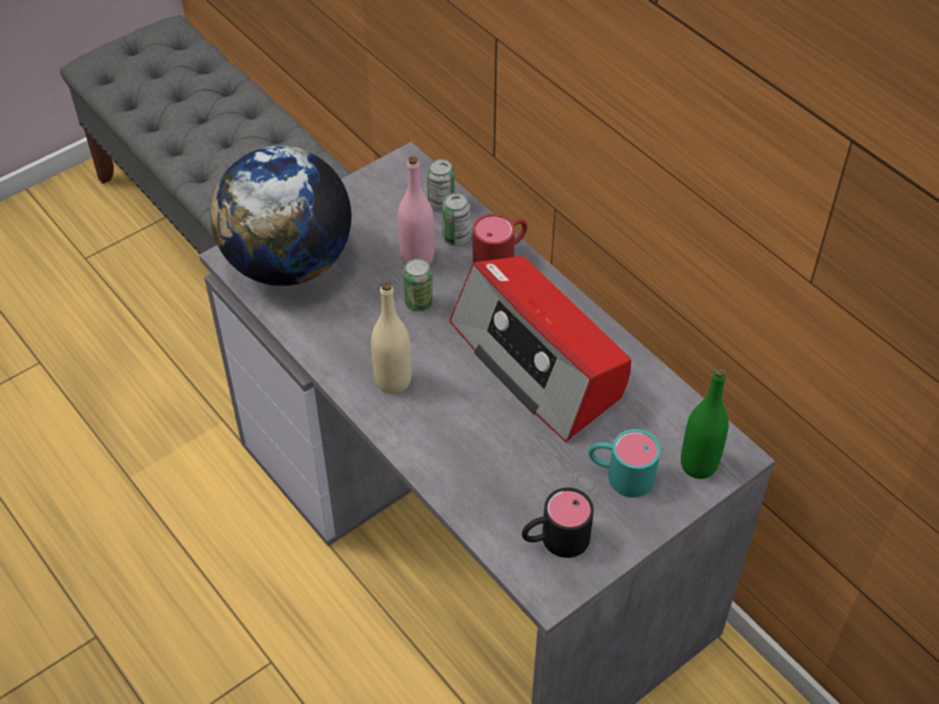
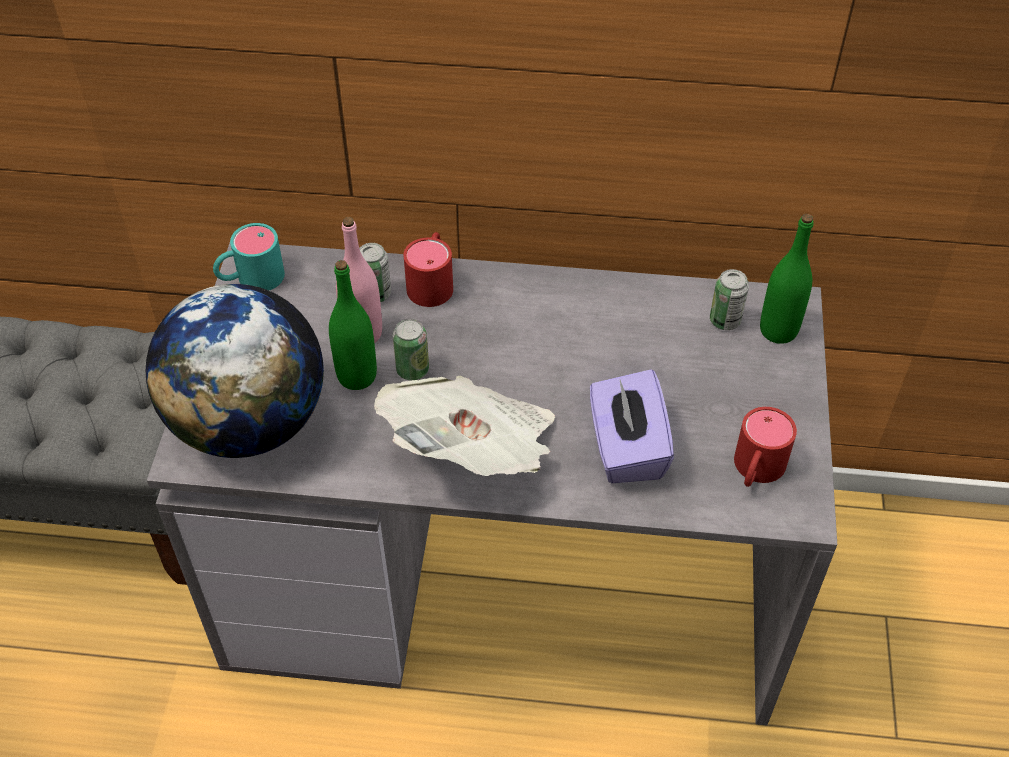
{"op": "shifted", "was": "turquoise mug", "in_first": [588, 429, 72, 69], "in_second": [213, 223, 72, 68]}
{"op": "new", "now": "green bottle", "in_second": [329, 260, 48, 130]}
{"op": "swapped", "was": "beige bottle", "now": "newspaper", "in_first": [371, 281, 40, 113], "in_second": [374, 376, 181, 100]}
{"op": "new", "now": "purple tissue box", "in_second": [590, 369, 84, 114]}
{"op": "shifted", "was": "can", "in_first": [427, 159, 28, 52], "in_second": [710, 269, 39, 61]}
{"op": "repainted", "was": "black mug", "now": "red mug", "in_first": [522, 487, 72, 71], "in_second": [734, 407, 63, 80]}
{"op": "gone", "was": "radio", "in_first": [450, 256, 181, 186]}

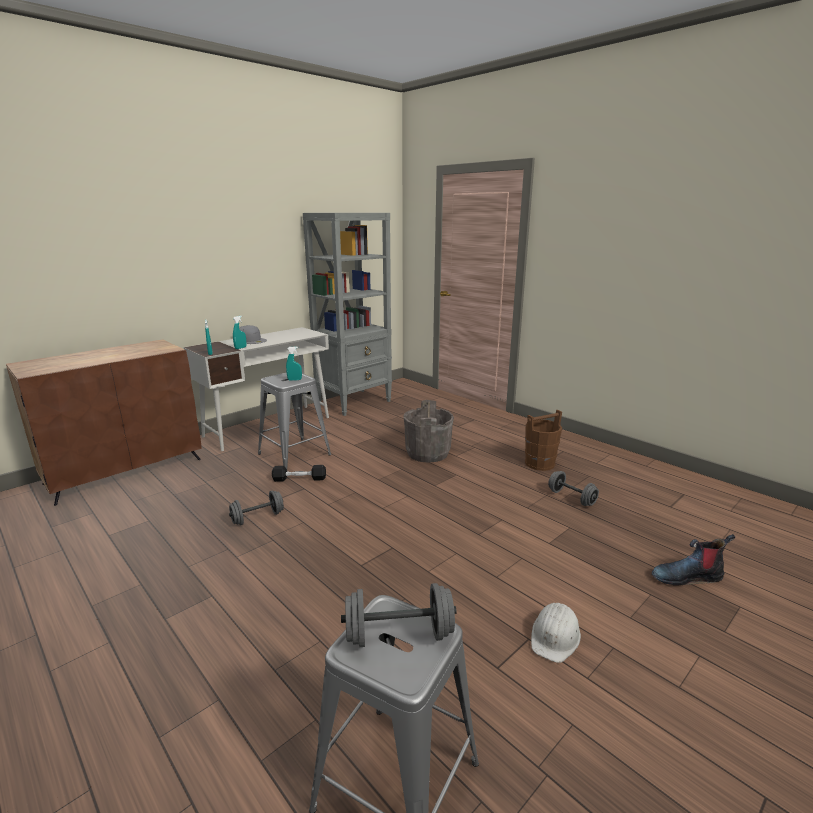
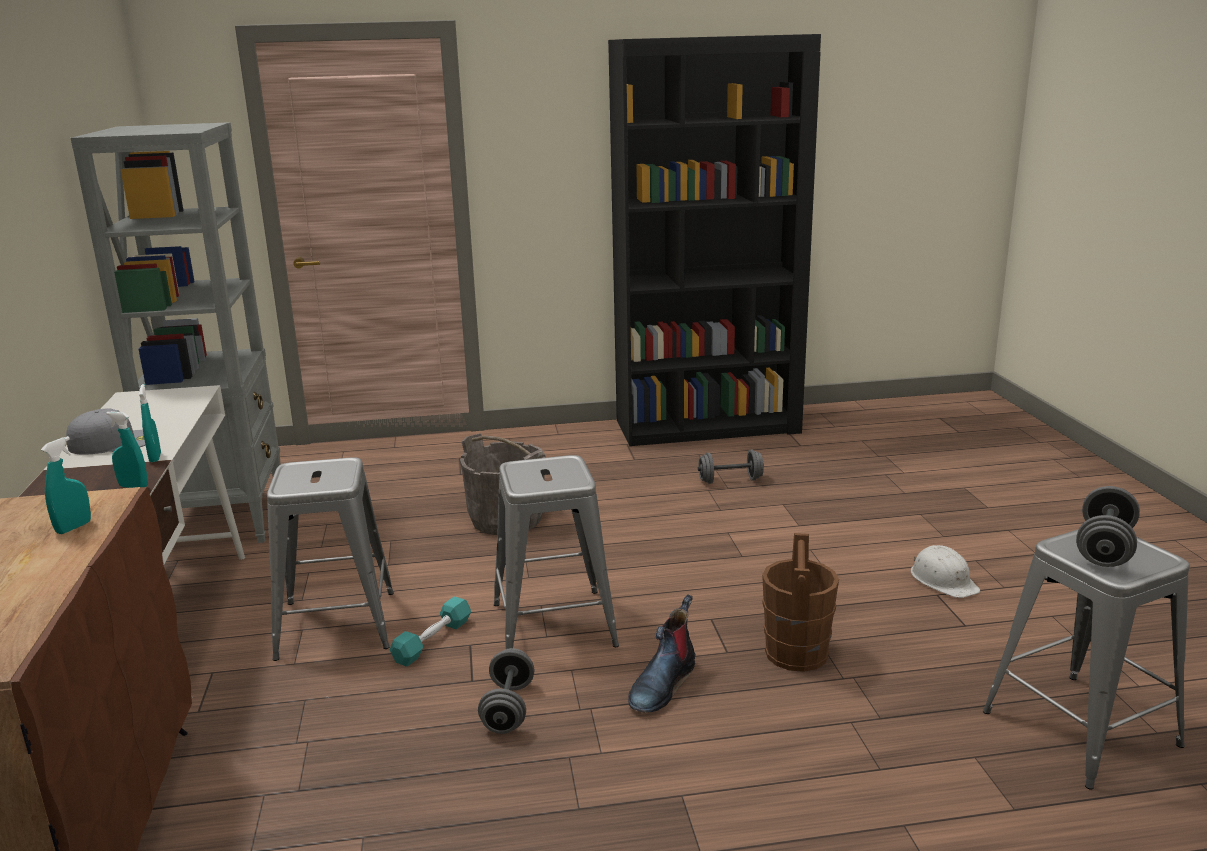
{"op": "shifted", "was": "turquoise spray bottle", "in_first": [286, 347, 16, 34], "in_second": [41, 436, 50, 98]}
{"op": "repainted", "was": "black dumbbell", "now": "turquoise dumbbell", "in_first": [272, 465, 54, 17], "in_second": [390, 596, 81, 71]}
{"op": "new", "now": "grey stool", "in_second": [494, 455, 125, 194]}
{"op": "new", "now": "black bookcase", "in_second": [608, 34, 213, 412]}
{"op": "shifted", "was": "boot", "in_first": [652, 534, 83, 52], "in_second": [628, 595, 68, 117]}
{"op": "shifted", "was": "brown bucket", "in_first": [525, 410, 37, 61], "in_second": [762, 533, 77, 139]}

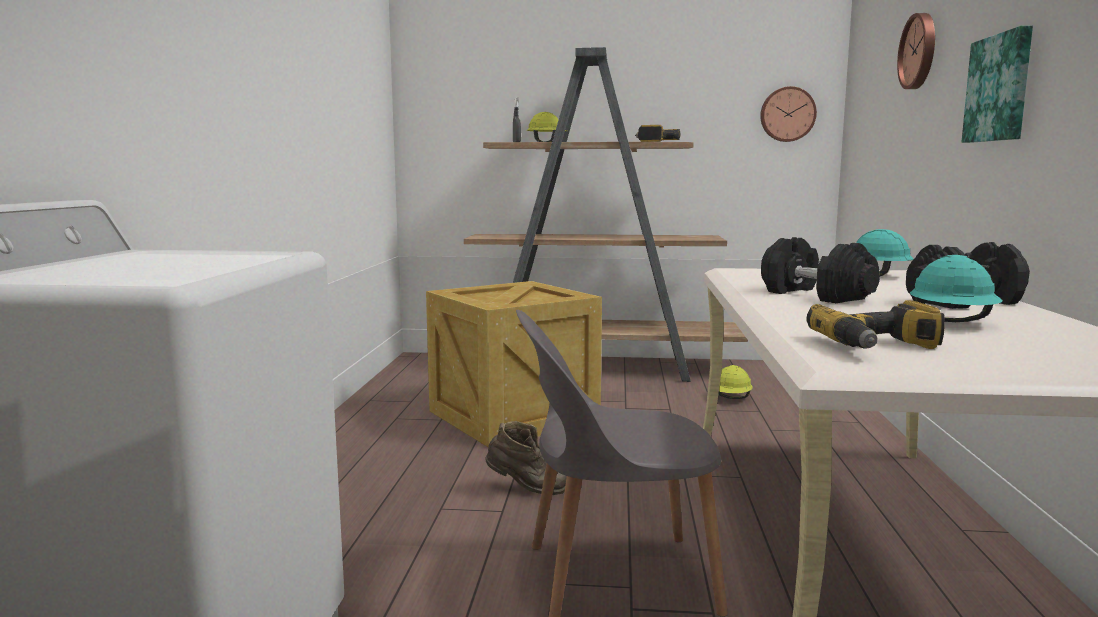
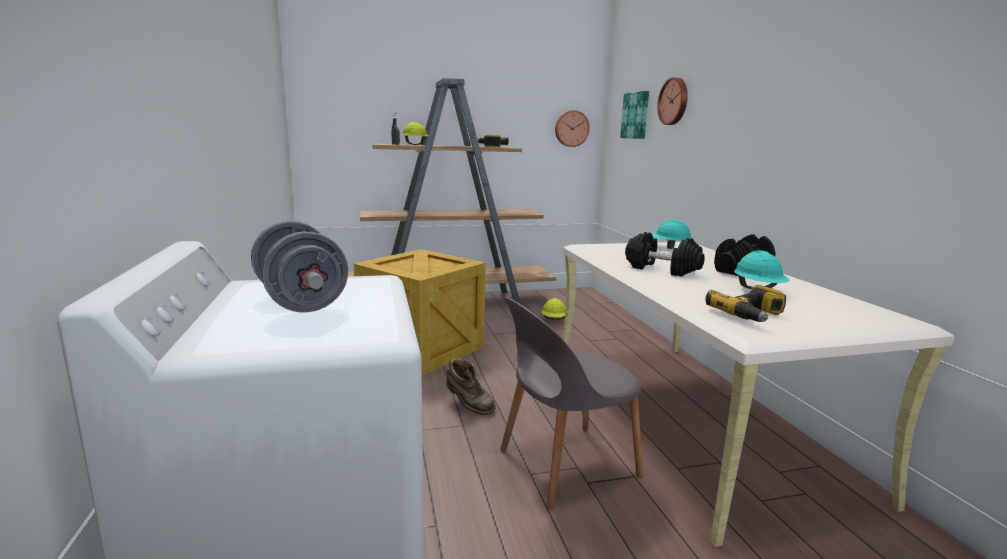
{"op": "new", "now": "grey dumbbell", "in_second": [251, 221, 97, 92]}
{"op": "rotated", "was": "brown boot", "in_first": [485, 421, 82, 74], "in_second": [446, 358, 50, 57], "clockwise": 45}
{"op": "shifted", "was": "picture", "in_first": [962, 25, 71, 118], "in_second": [620, 91, 29, 48]}

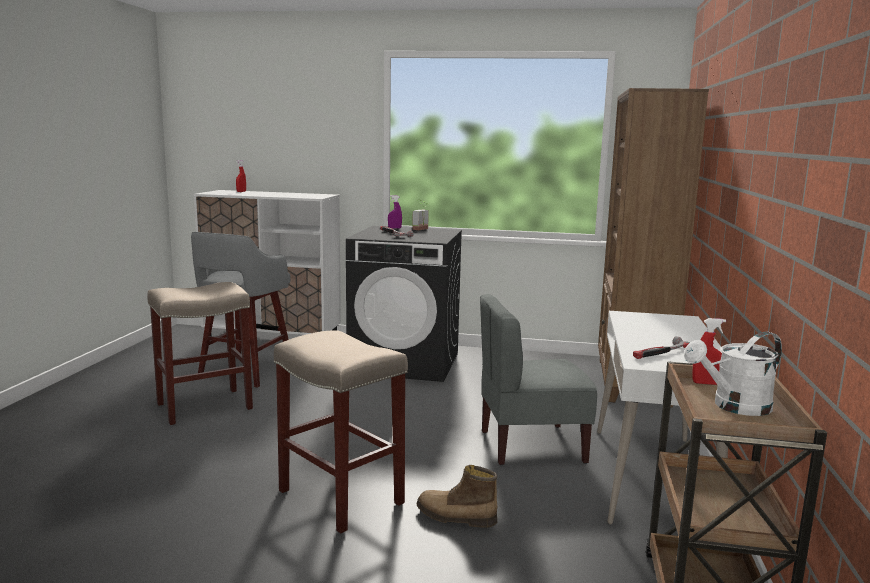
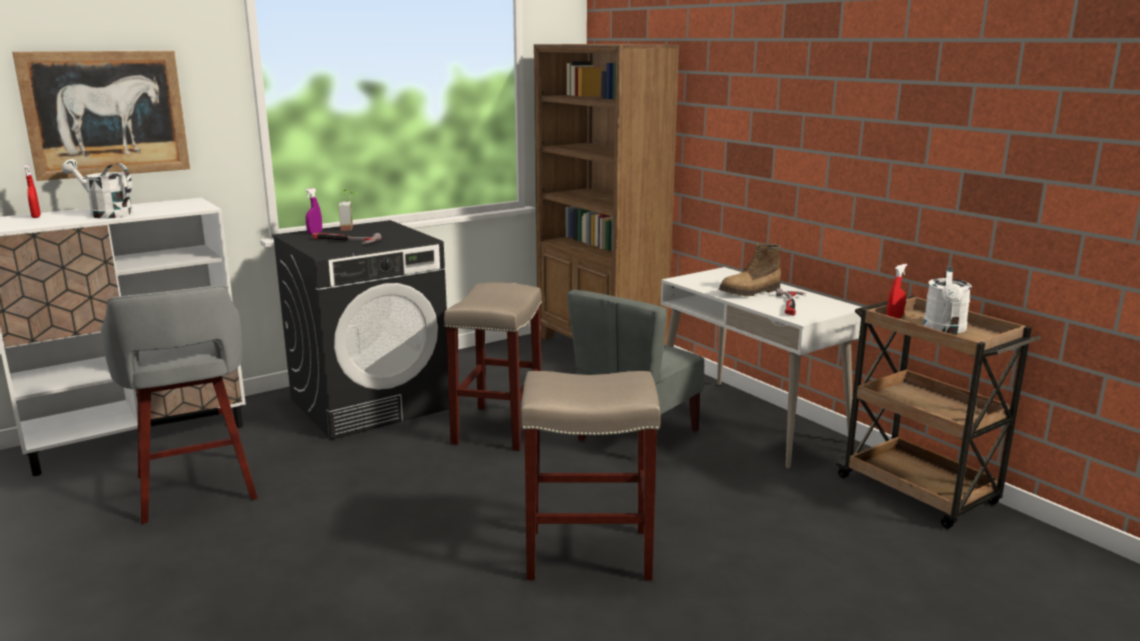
{"op": "new", "now": "picture", "in_second": [12, 51, 178, 130]}
{"op": "new", "now": "white watering can", "in_second": [62, 159, 71, 59]}
{"op": "shifted", "was": "beige stool", "in_first": [147, 282, 106, 143], "in_second": [444, 282, 98, 169]}
{"op": "shifted", "was": "boot", "in_first": [416, 465, 81, 63], "in_second": [719, 243, 62, 53]}

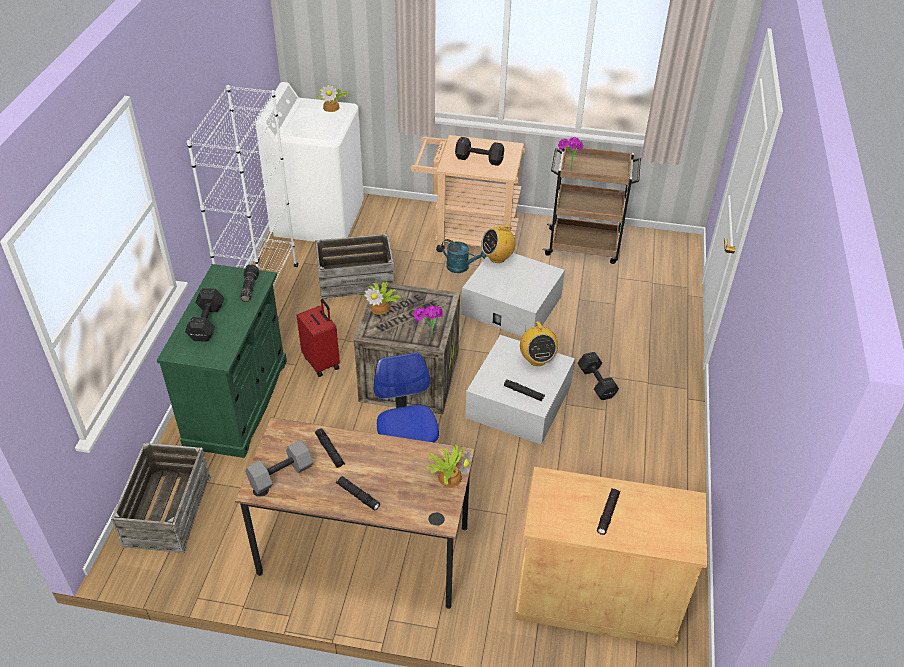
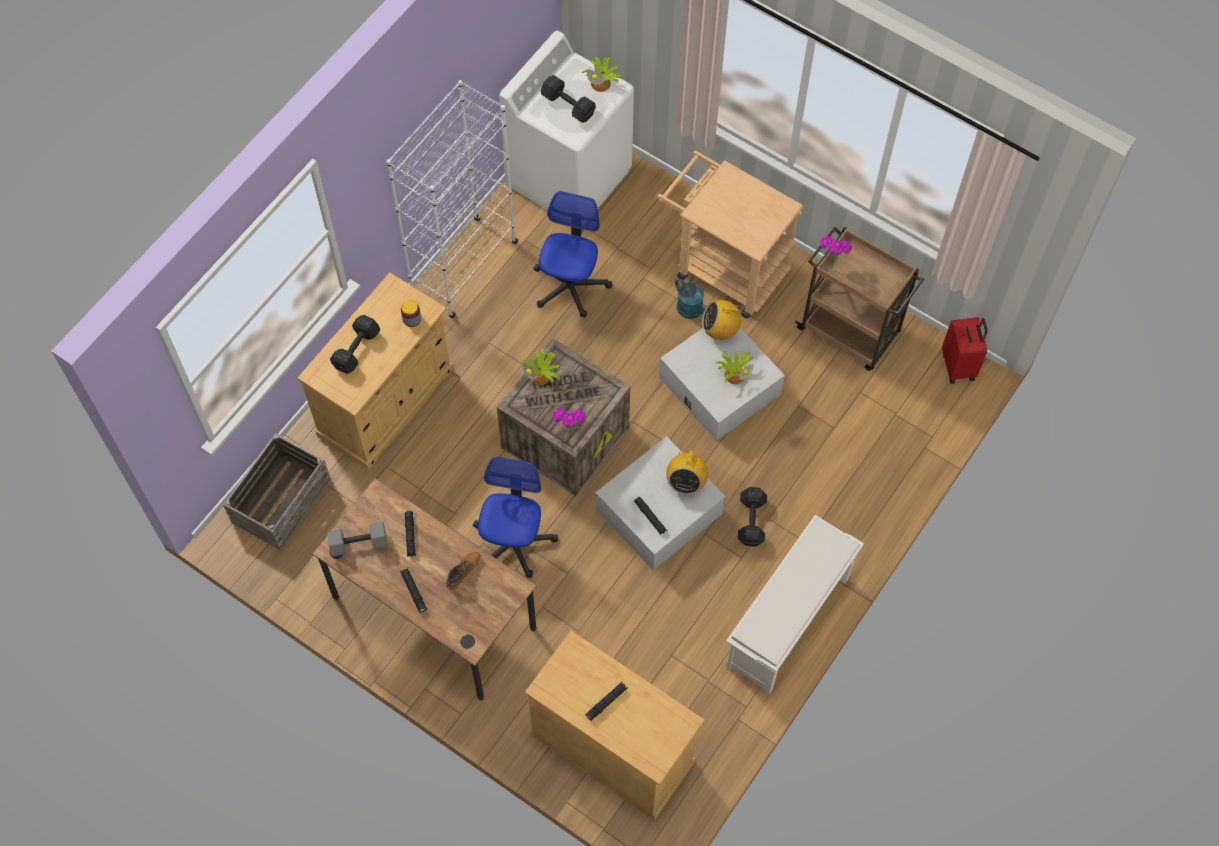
{"op": "repainted", "was": "green cabinet", "now": "beige cabinet", "in_first": [157, 264, 130, 194], "in_second": [297, 273, 156, 197]}
{"op": "swapped", "was": "flashlight", "now": "jar", "in_first": [240, 264, 19, 38], "in_second": [401, 300, 20, 27]}
{"op": "new", "now": "boot", "in_second": [446, 551, 35, 39]}
{"op": "swapped", "was": "crate", "now": "office chair", "in_first": [315, 234, 80, 66], "in_second": [534, 191, 78, 126]}
{"op": "shifted", "was": "black dumbbell", "in_first": [455, 137, 49, 29], "in_second": [541, 75, 55, 48]}
{"op": "shifted", "was": "potted plant", "in_first": [425, 445, 47, 42], "in_second": [716, 351, 38, 33]}
{"op": "new", "now": "white shoe rack", "in_second": [726, 515, 138, 180]}
{"op": "shifted", "was": "red suitcase", "in_first": [296, 299, 44, 78], "in_second": [942, 317, 46, 67]}

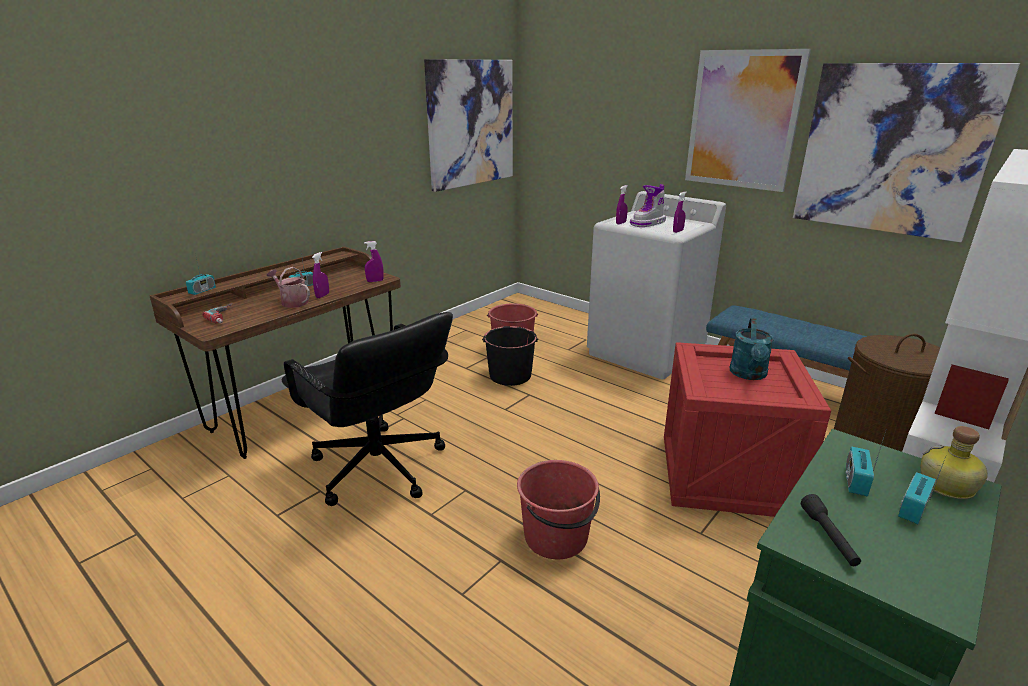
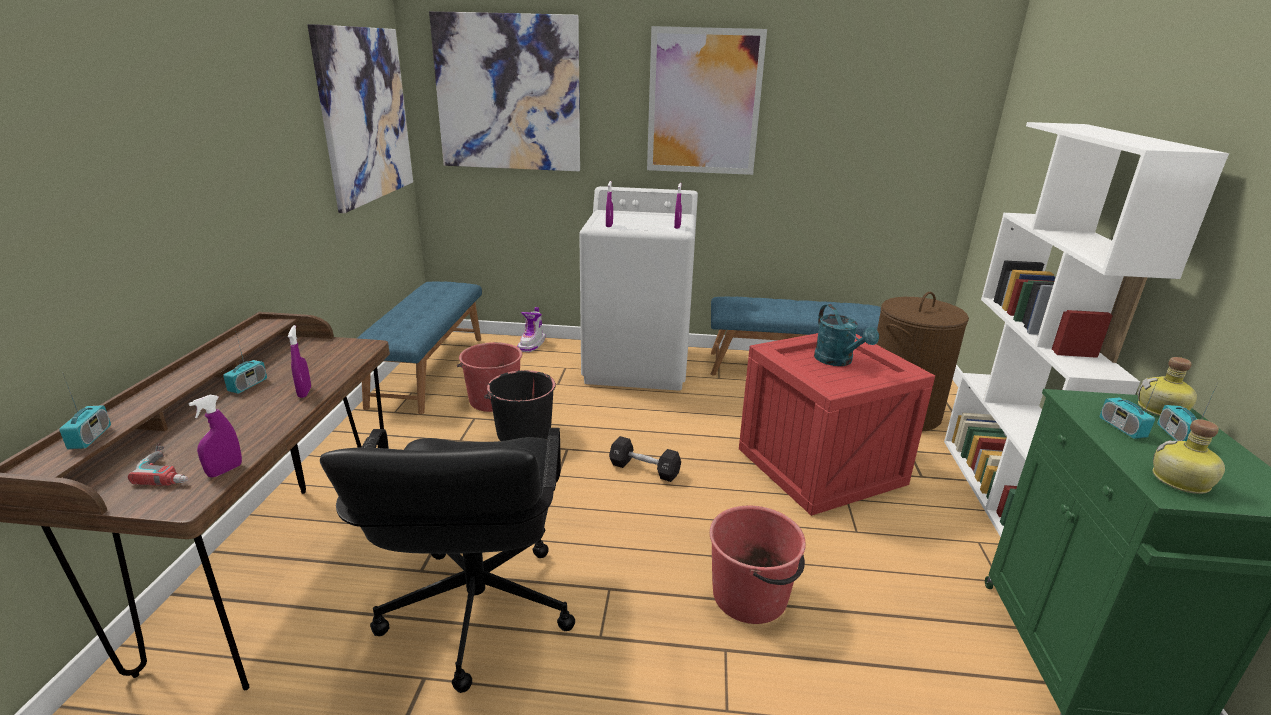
{"op": "shifted", "was": "purple spray bottle", "in_first": [364, 241, 20, 41], "in_second": [188, 395, 54, 82]}
{"op": "rotated", "was": "black office chair", "in_first": [282, 312, 171, 194], "in_second": [320, 428, 255, 265], "clockwise": 75}
{"op": "new", "now": "blue bench", "in_second": [357, 281, 125, 133]}
{"op": "shifted", "was": "picture", "in_first": [793, 63, 227, 179], "in_second": [429, 11, 151, 160]}
{"op": "shifted", "was": "boot", "in_first": [630, 184, 36, 43], "in_second": [517, 307, 28, 45]}
{"op": "new", "now": "black dumbbell", "in_second": [609, 436, 72, 46]}
{"op": "swapped", "was": "black flashlight", "now": "bottle", "in_first": [801, 494, 60, 72], "in_second": [1153, 419, 72, 75]}
{"op": "gone", "was": "watering can", "in_first": [267, 267, 43, 41]}

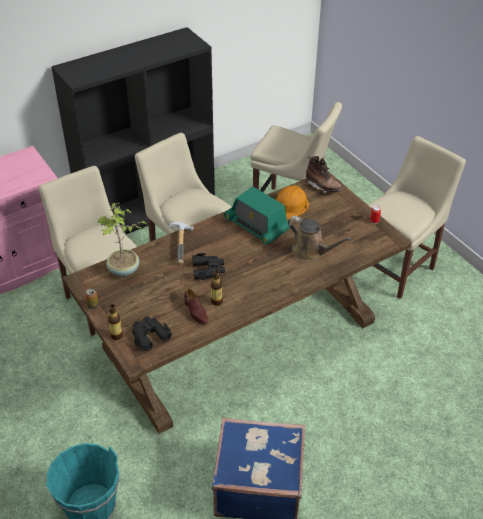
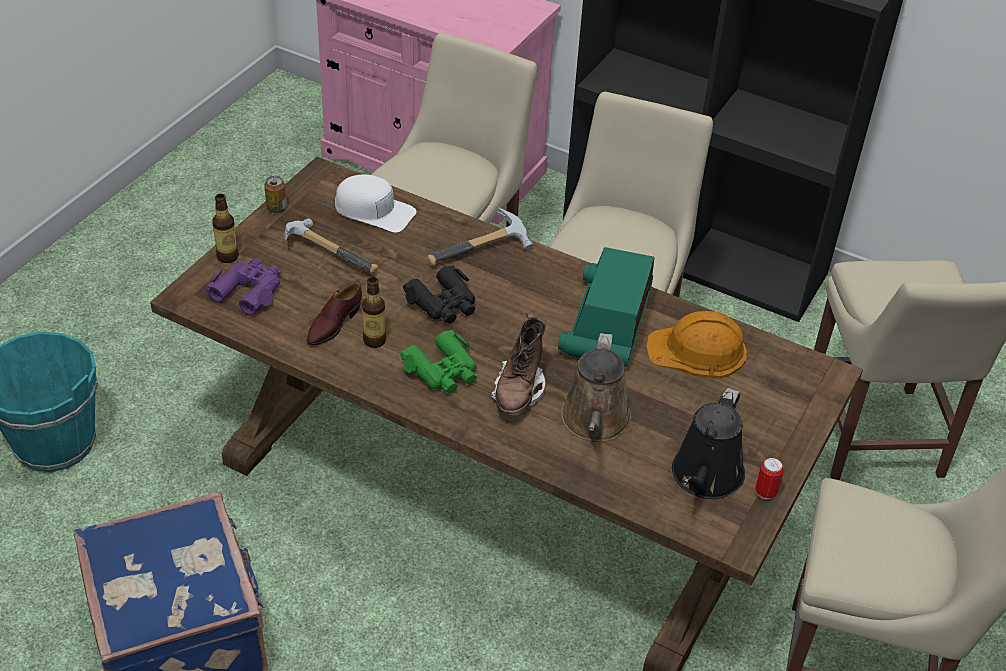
{"op": "repainted", "was": "black binoculars", "now": "purple binoculars", "in_first": [132, 316, 40, 35], "in_second": [206, 258, 74, 58]}
{"op": "new", "now": "hammer", "in_second": [284, 218, 94, 55]}
{"op": "swapped", "was": "potted plant", "now": "white cap", "in_first": [97, 202, 50, 75], "in_second": [334, 174, 82, 58]}
{"op": "new", "now": "green binoculars", "in_second": [400, 330, 77, 63]}
{"op": "shifted", "was": "brown boot", "in_first": [306, 156, 37, 37], "in_second": [491, 311, 55, 105]}
{"op": "new", "now": "black watering can", "in_second": [672, 388, 73, 111]}

